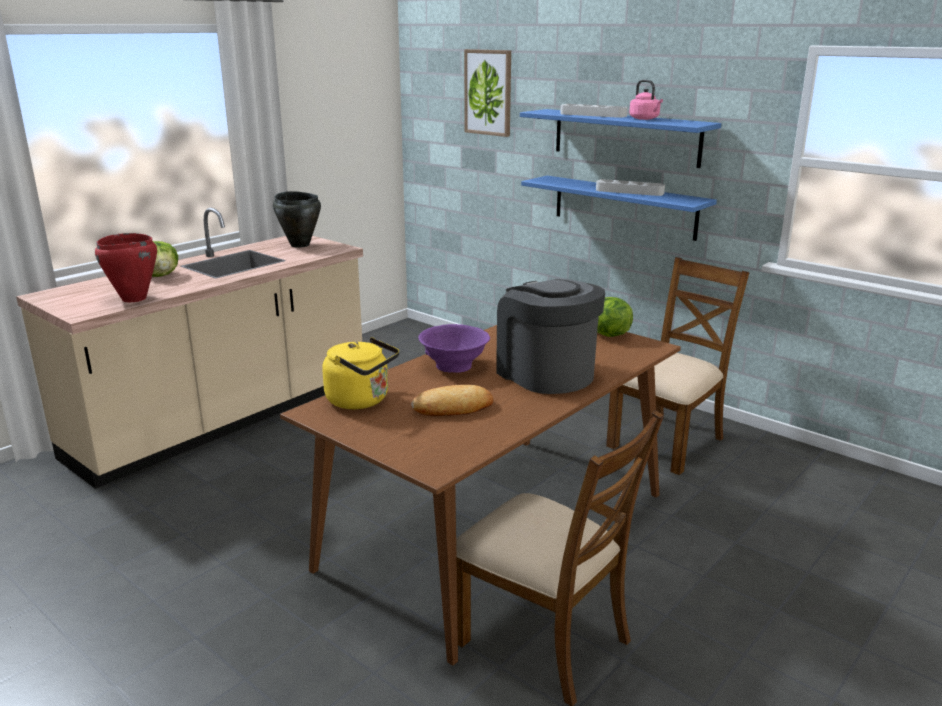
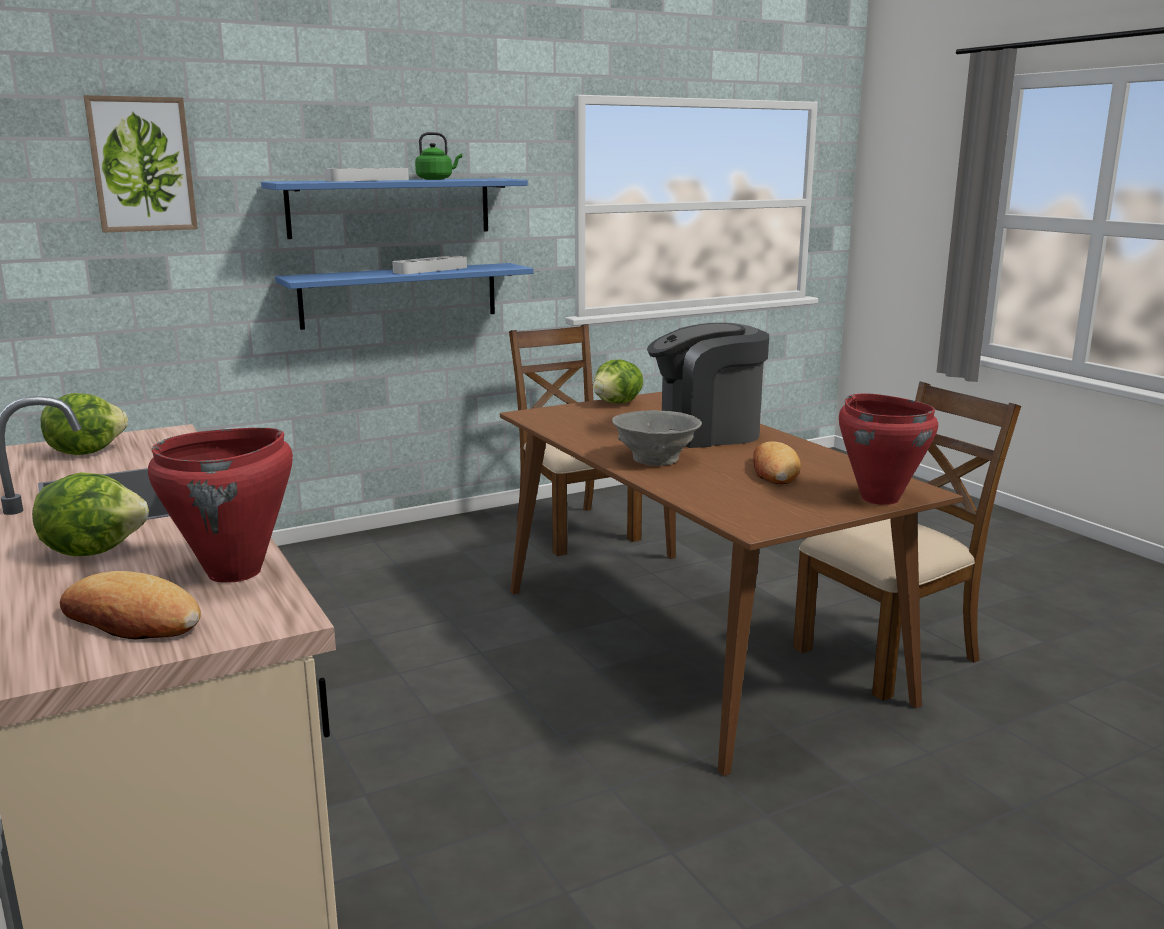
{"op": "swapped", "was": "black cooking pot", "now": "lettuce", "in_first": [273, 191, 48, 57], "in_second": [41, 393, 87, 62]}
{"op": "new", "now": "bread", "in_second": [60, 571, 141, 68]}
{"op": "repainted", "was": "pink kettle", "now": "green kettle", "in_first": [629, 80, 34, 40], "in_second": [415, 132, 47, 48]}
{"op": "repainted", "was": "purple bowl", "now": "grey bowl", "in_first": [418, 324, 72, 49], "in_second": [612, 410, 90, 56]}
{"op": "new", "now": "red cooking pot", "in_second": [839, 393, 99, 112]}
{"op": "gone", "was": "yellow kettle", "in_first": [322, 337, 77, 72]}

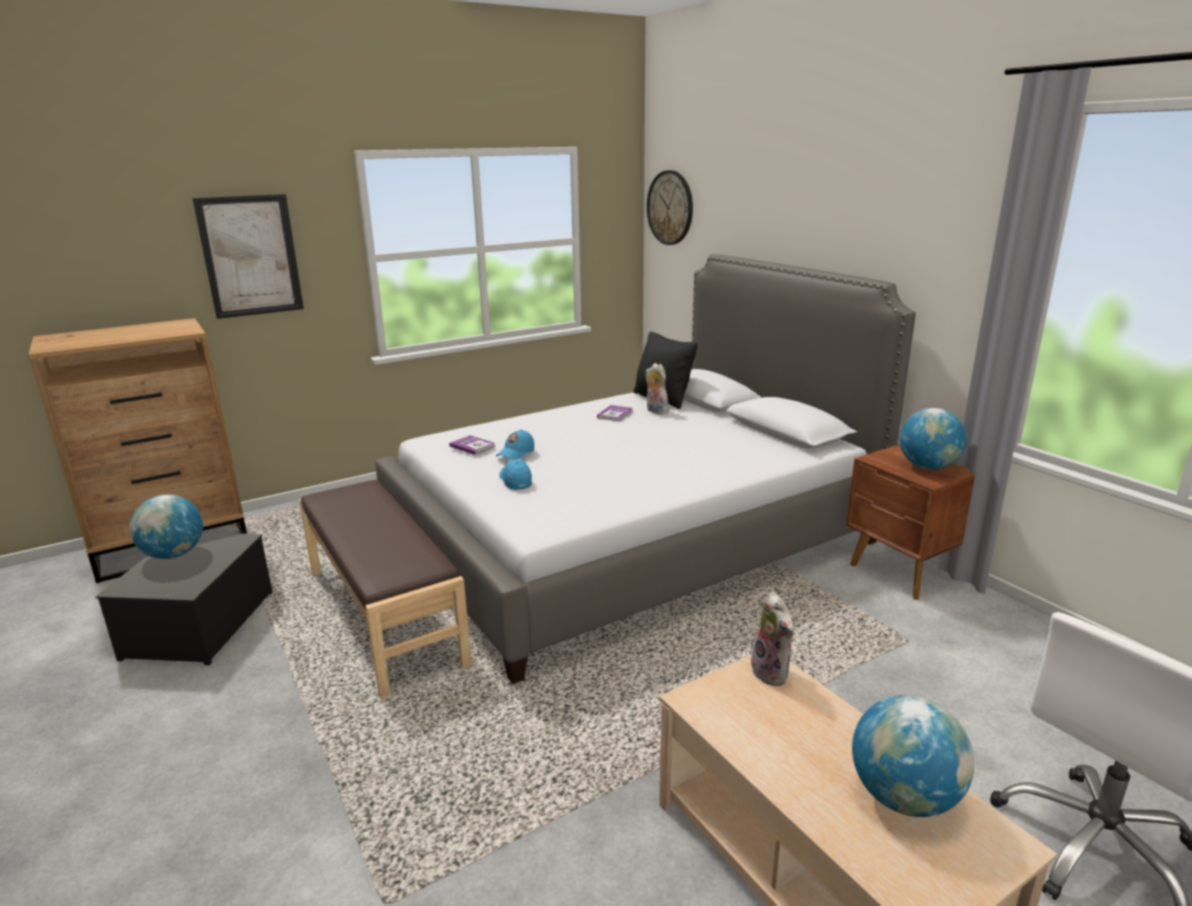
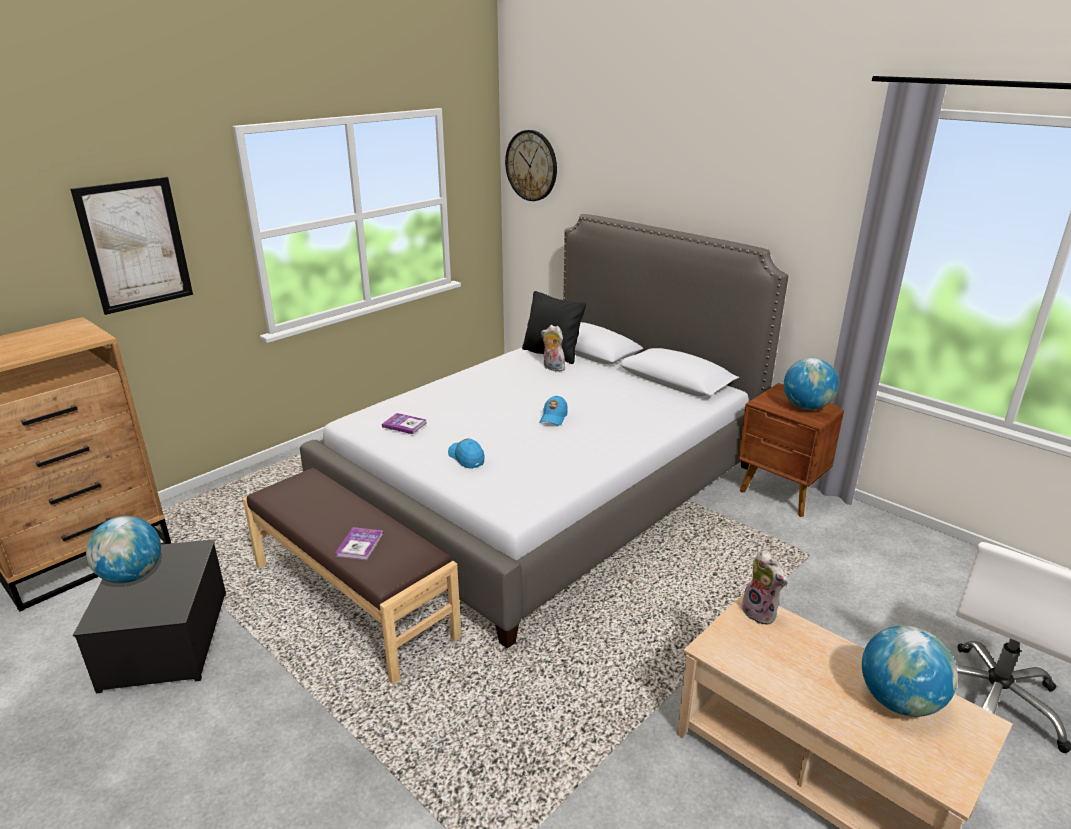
{"op": "shifted", "was": "book", "in_first": [597, 405, 36, 16], "in_second": [335, 527, 48, 33]}
{"op": "shifted", "was": "blue cap", "in_first": [496, 430, 39, 30], "in_second": [539, 396, 29, 30]}

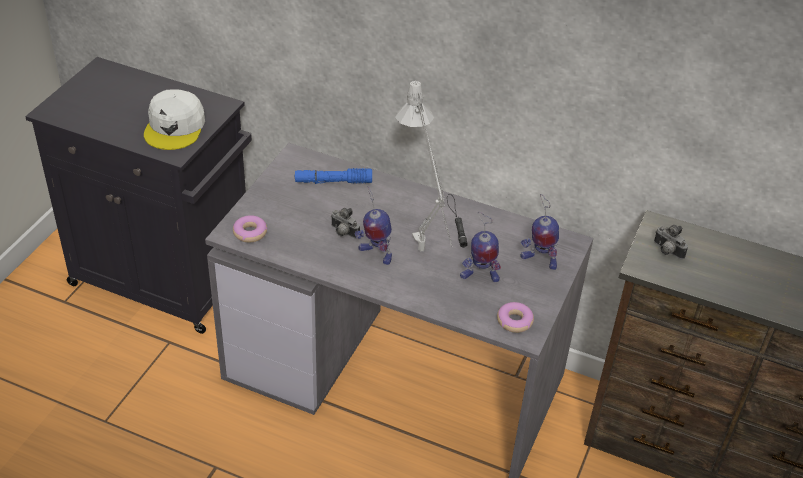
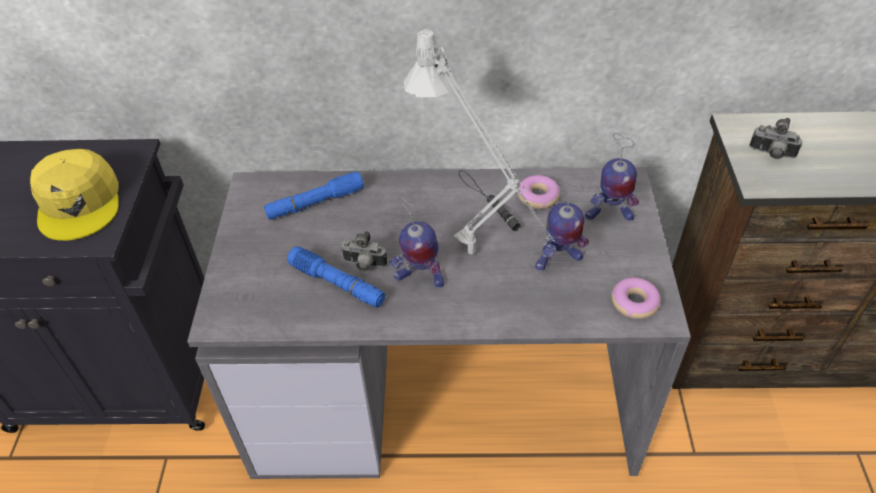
{"op": "repainted", "was": "white cap", "now": "yellow cap", "in_first": [144, 89, 61, 61], "in_second": [30, 149, 89, 92]}
{"op": "new", "now": "blue flashlight", "in_second": [287, 246, 98, 62]}
{"op": "shifted", "was": "donut", "in_first": [233, 215, 35, 28], "in_second": [517, 175, 43, 34]}

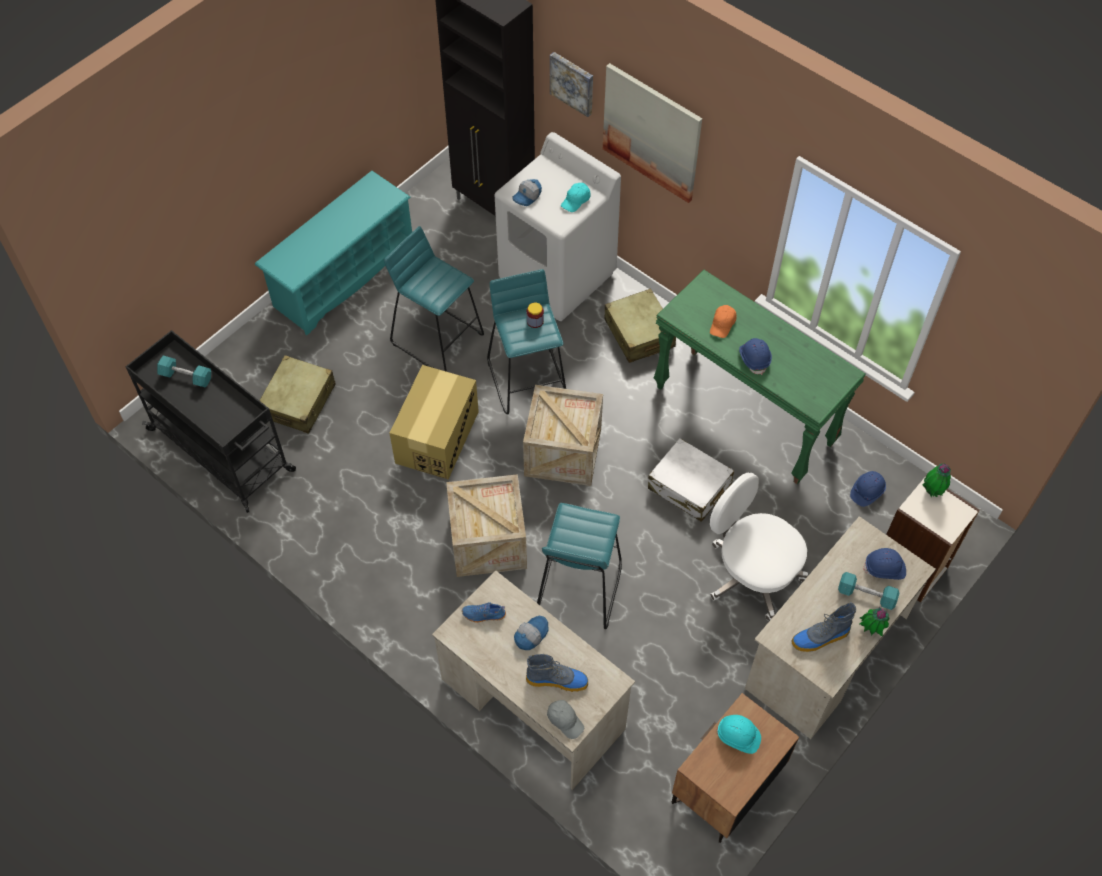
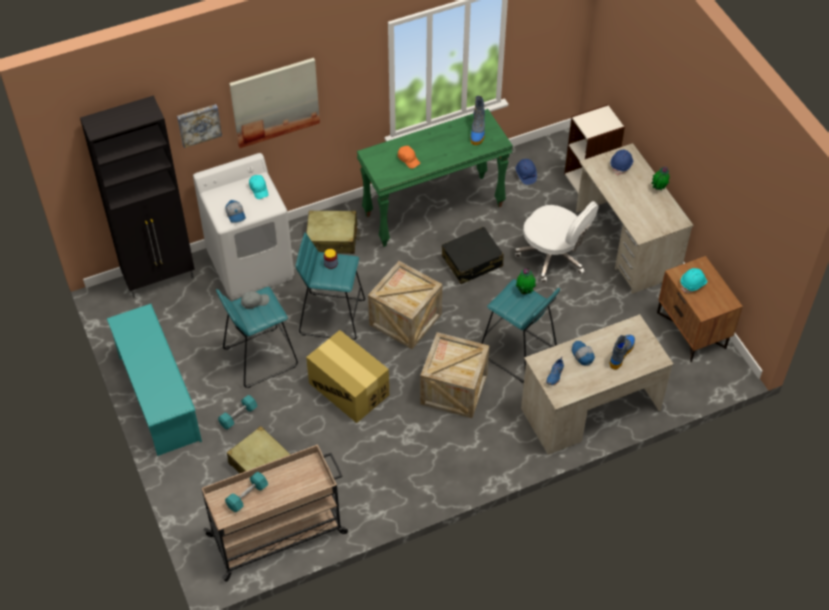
{"op": "repainted", "was": "black cart", "now": "beige cart", "in_first": [126, 330, 170, 183], "in_second": [201, 444, 147, 138]}
{"op": "shifted", "was": "turquoise dumbbell", "in_first": [838, 572, 61, 38], "in_second": [218, 395, 39, 34]}
{"op": "shifted", "was": "grey cap", "in_first": [547, 700, 37, 39], "in_second": [241, 291, 28, 18]}
{"op": "repainted", "was": "white suitcase", "now": "black suitcase", "in_first": [648, 438, 86, 84], "in_second": [442, 227, 62, 57]}
{"op": "shifted", "was": "boot", "in_first": [791, 602, 65, 50], "in_second": [470, 96, 15, 49]}
{"op": "rotated", "was": "white office chair", "in_first": [710, 473, 98, 148], "in_second": [515, 201, 84, 82], "clockwise": -120}
{"op": "shifted", "was": "potted plant", "in_first": [923, 464, 28, 34], "in_second": [516, 268, 20, 26]}
{"op": "gone", "was": "blue hard hat", "in_first": [739, 338, 33, 37]}

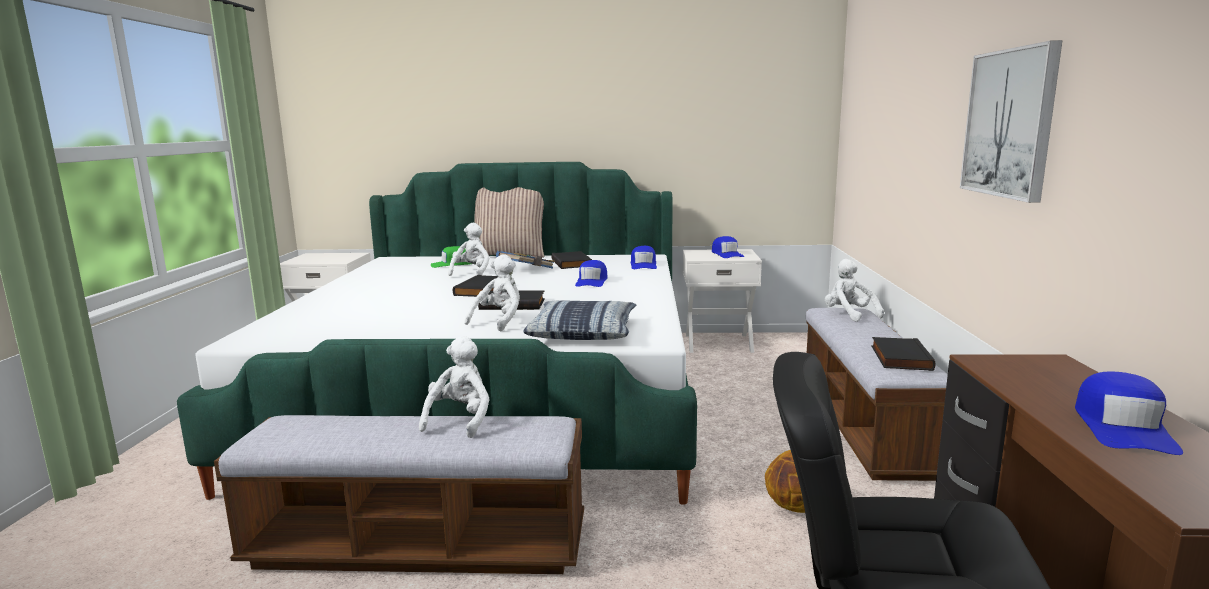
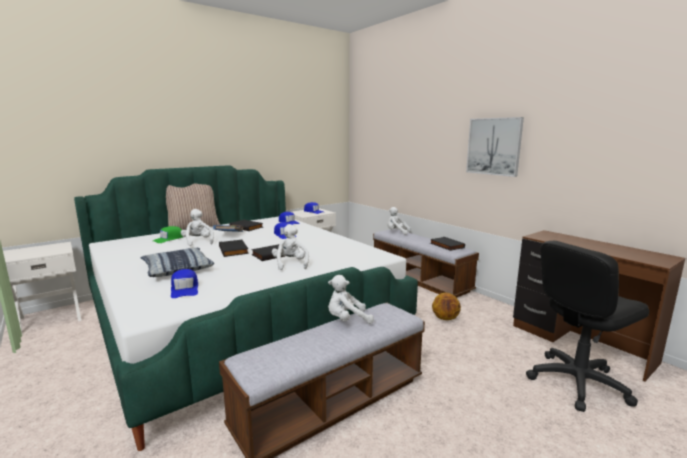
{"op": "shifted", "was": "pillow", "in_first": [523, 300, 113, 40], "in_second": [141, 248, 73, 29]}
{"op": "shifted", "was": "blue cap", "in_first": [1075, 371, 108, 84], "in_second": [171, 269, 27, 29]}
{"op": "rotated", "was": "white plush toy", "in_first": [419, 336, 71, 102], "in_second": [328, 275, 46, 49], "clockwise": -75}

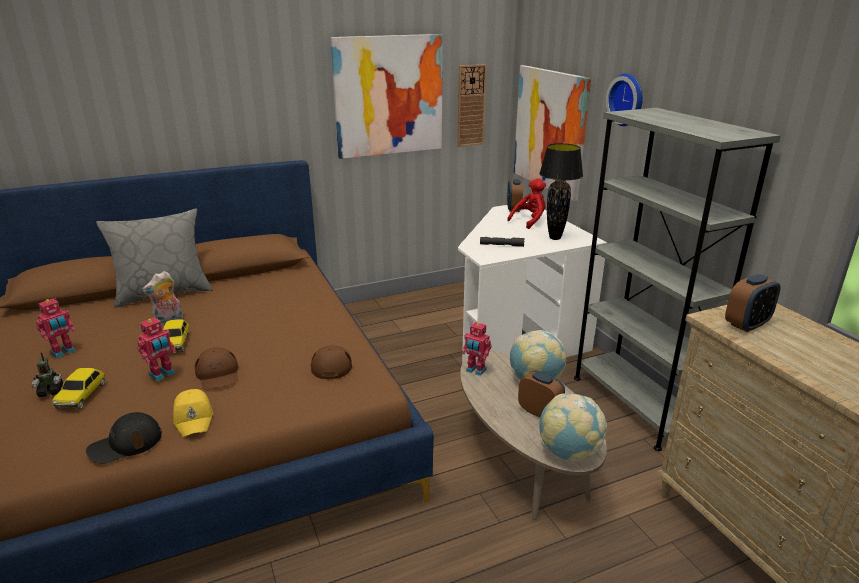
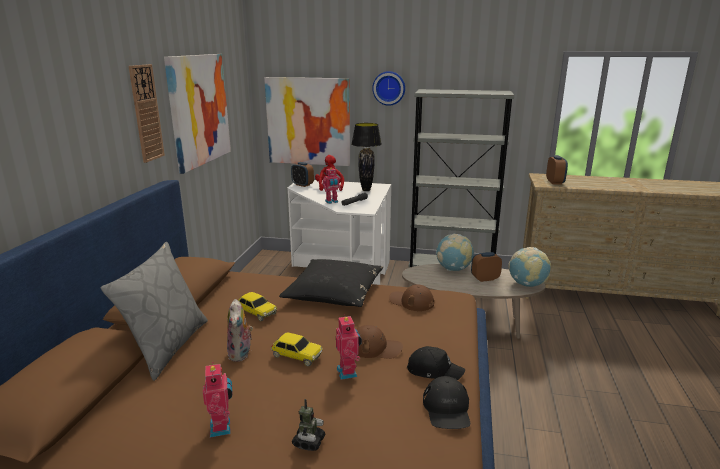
{"op": "shifted", "was": "wall clock", "in_first": [457, 64, 30, 83], "in_second": [129, 64, 36, 99]}
{"op": "shifted", "was": "toy car", "in_first": [52, 368, 53, 42], "in_second": [238, 292, 39, 29]}
{"op": "new", "now": "black pillow", "in_second": [279, 259, 104, 48]}
{"op": "shifted", "was": "toy robot", "in_first": [462, 322, 30, 54], "in_second": [322, 168, 19, 36]}
{"op": "repainted", "was": "yellow cap", "now": "black cap", "in_first": [173, 389, 40, 48], "in_second": [407, 346, 58, 34]}

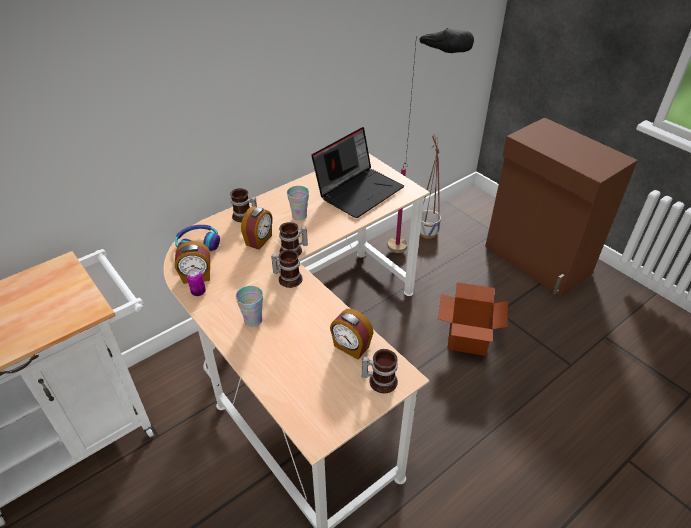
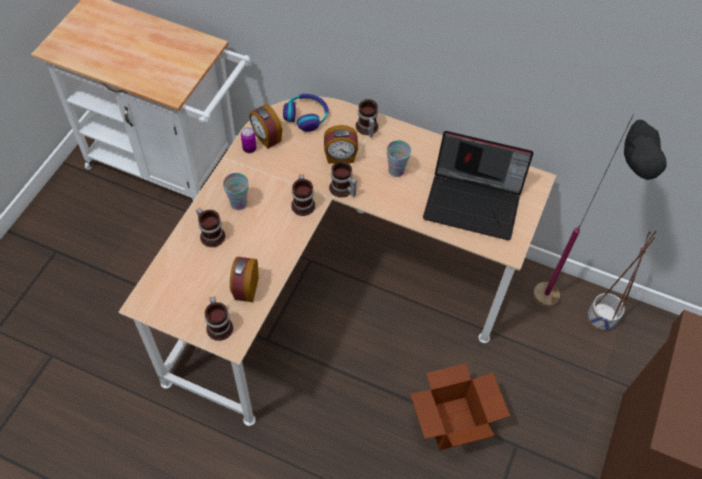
{"op": "new", "now": "mug", "in_second": [196, 208, 29, 39]}

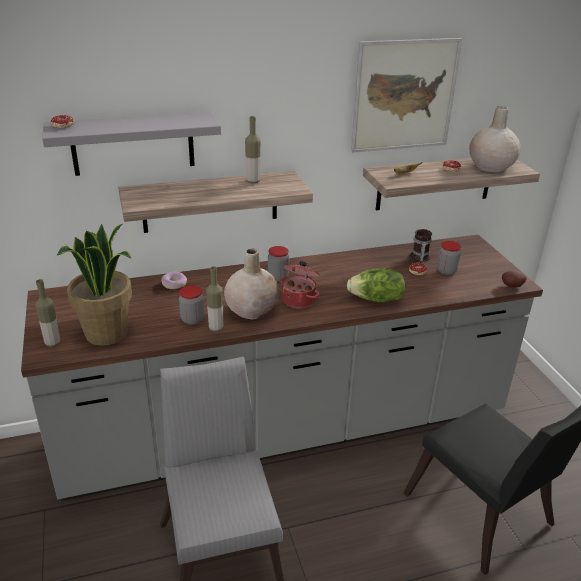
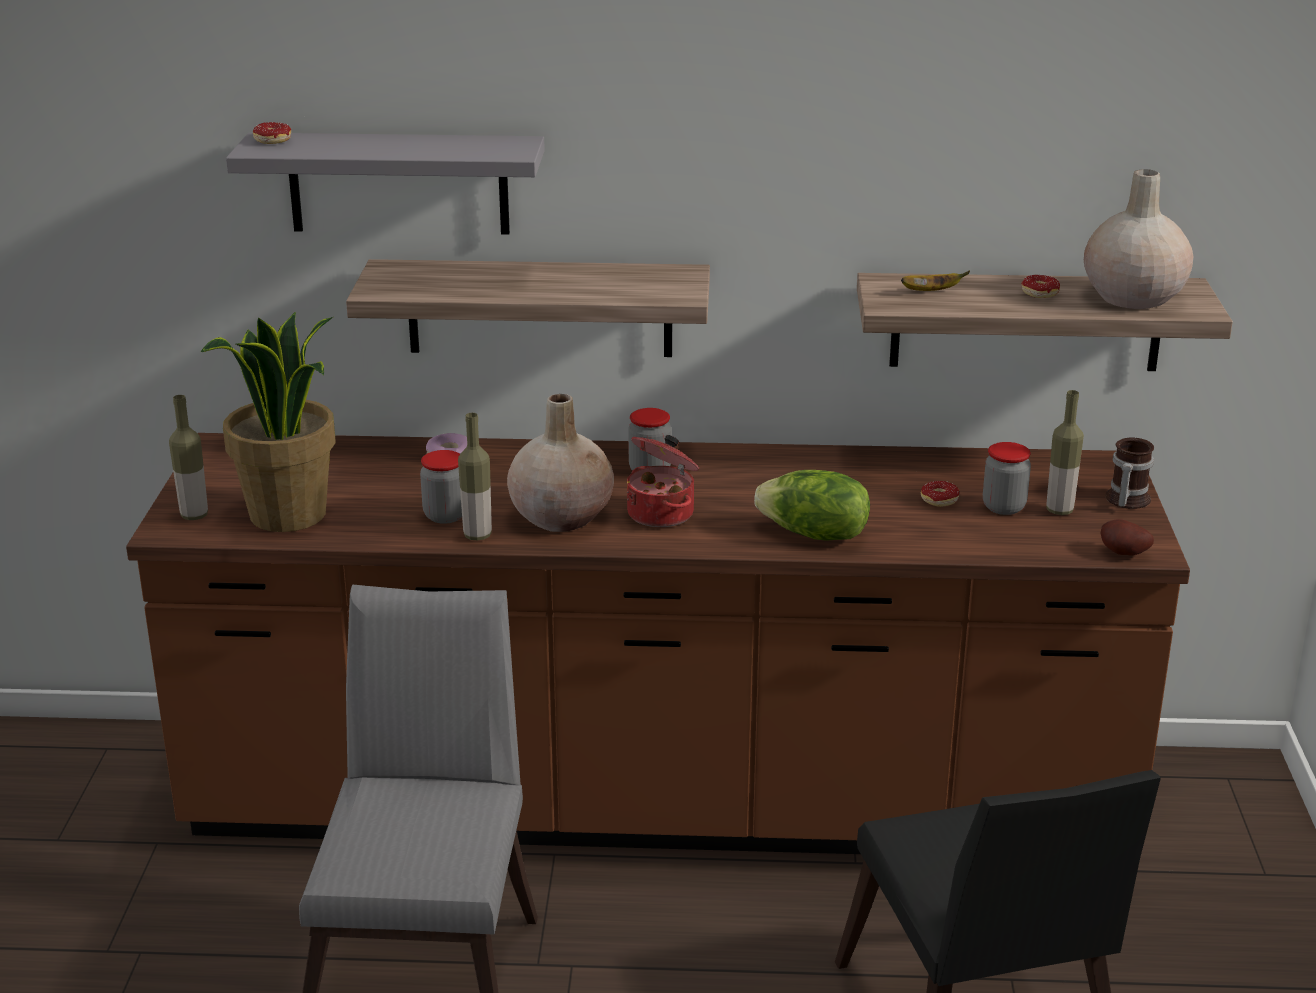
{"op": "repainted", "was": "grey counter", "now": "brown counter", "in_first": [21, 235, 522, 266], "in_second": [126, 433, 1064, 421]}
{"op": "shifted", "was": "bottle", "in_first": [245, 116, 15, 67], "in_second": [1046, 390, 38, 125]}
{"op": "shifted", "was": "mug", "in_first": [410, 229, 22, 33], "in_second": [1105, 437, 49, 72]}
{"op": "gone", "was": "picture", "in_first": [351, 38, 111, 115]}

